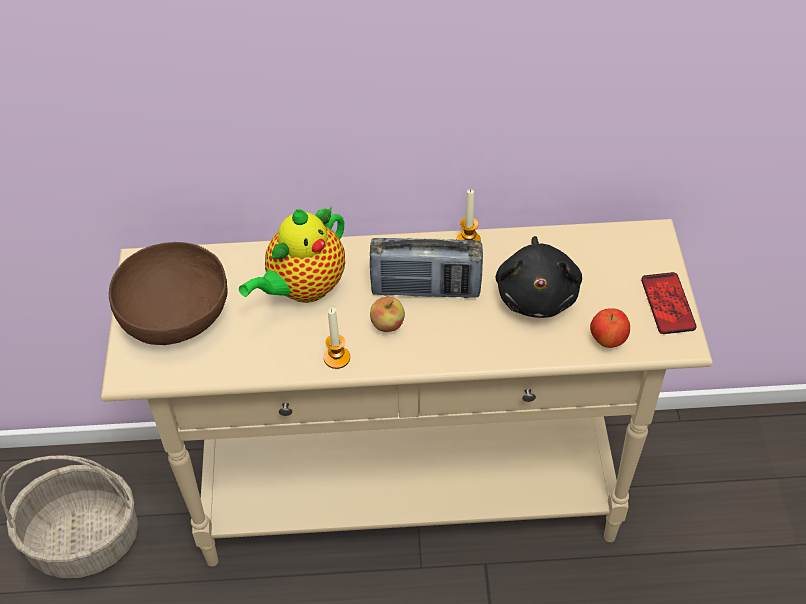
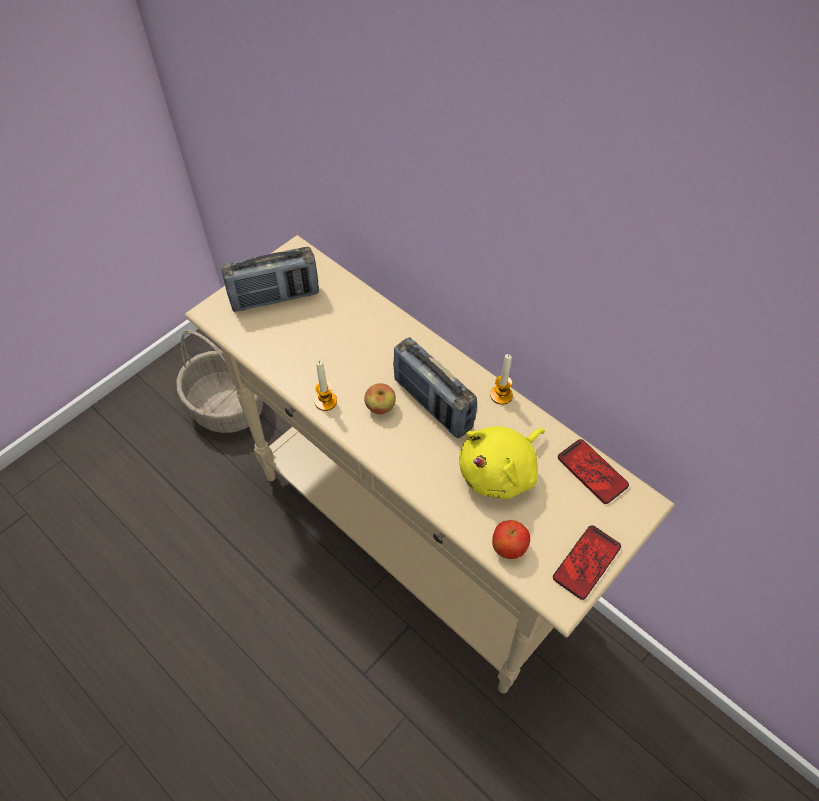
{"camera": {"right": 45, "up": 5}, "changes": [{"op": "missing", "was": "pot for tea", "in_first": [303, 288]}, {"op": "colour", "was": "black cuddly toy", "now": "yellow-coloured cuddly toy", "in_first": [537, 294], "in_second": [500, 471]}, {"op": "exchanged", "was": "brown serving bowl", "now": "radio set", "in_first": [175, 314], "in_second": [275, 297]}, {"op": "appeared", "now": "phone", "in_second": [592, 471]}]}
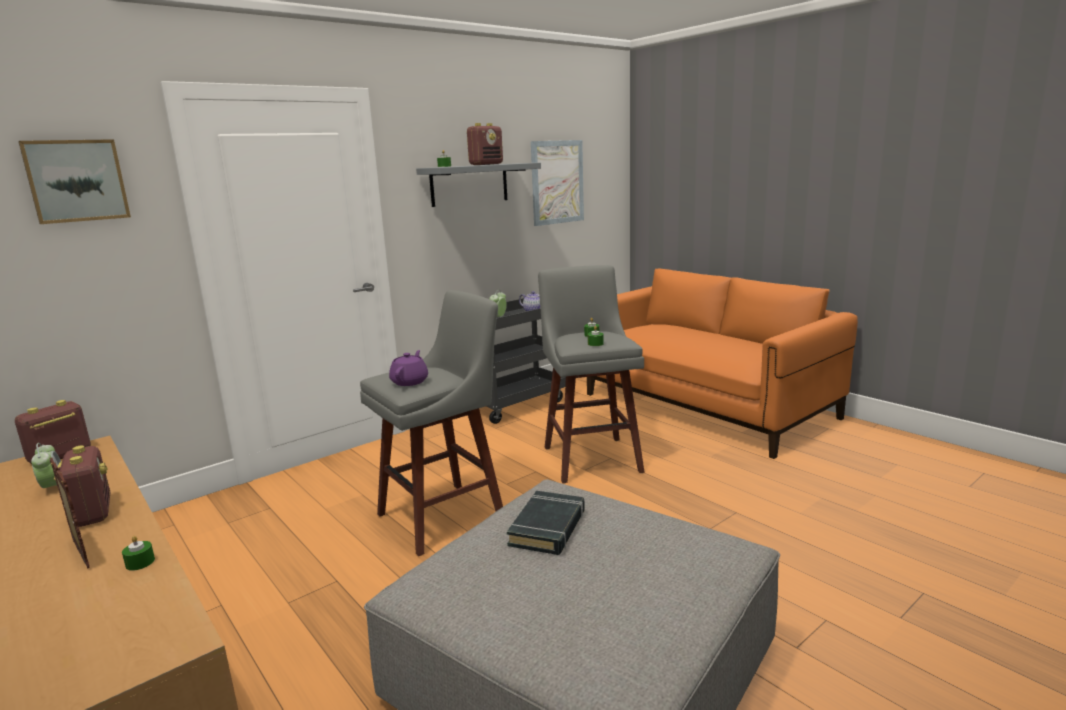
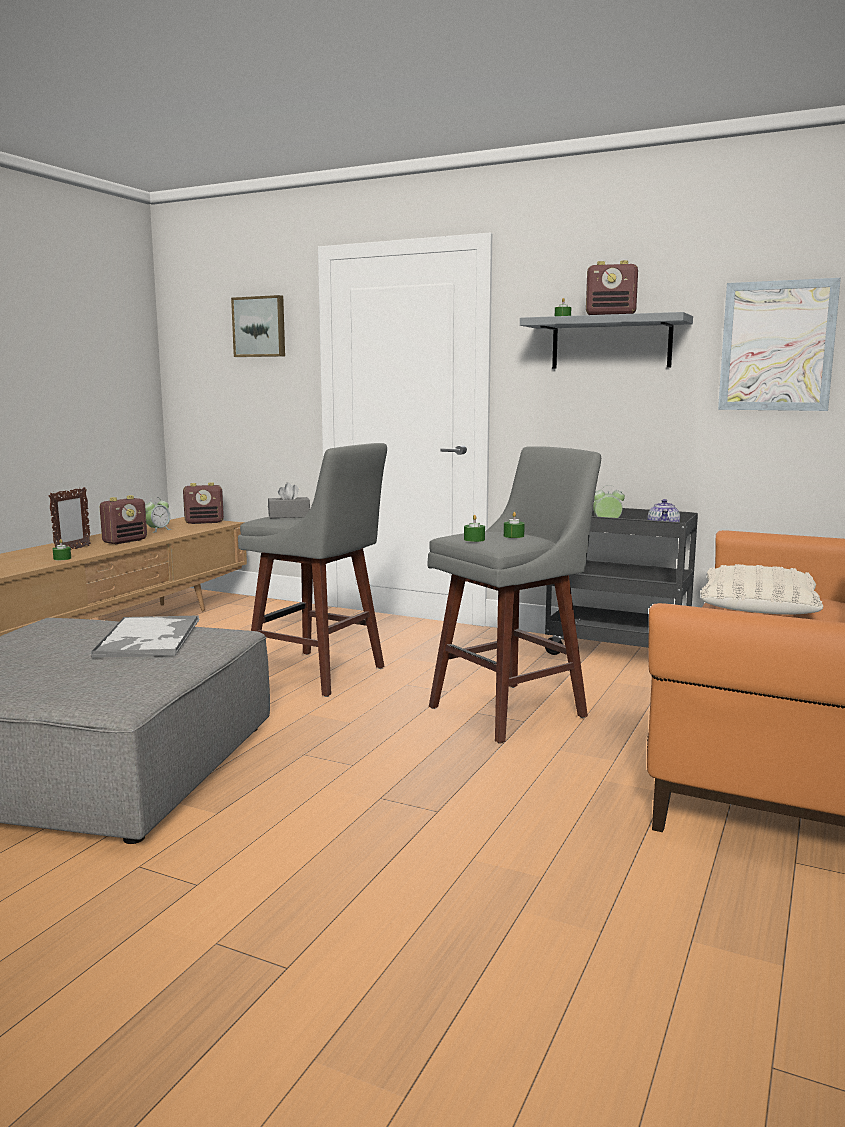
{"camera": {"right": 65, "up": -5}, "changes": [{"op": "exchanged", "was": "purple-coloured pot for tea", "now": "gray box of tissues", "in_first": [410, 381], "in_second": [289, 516]}, {"op": "spun", "was": "radio set", "in_first": [59, 456], "in_second": [204, 522], "clockwise": 150}, {"op": "exchanged", "was": "black bound book", "now": "serving tray", "in_first": [548, 528], "in_second": [148, 639]}, {"op": "appeared", "now": "sand-coloured pillow", "in_second": [758, 605]}]}
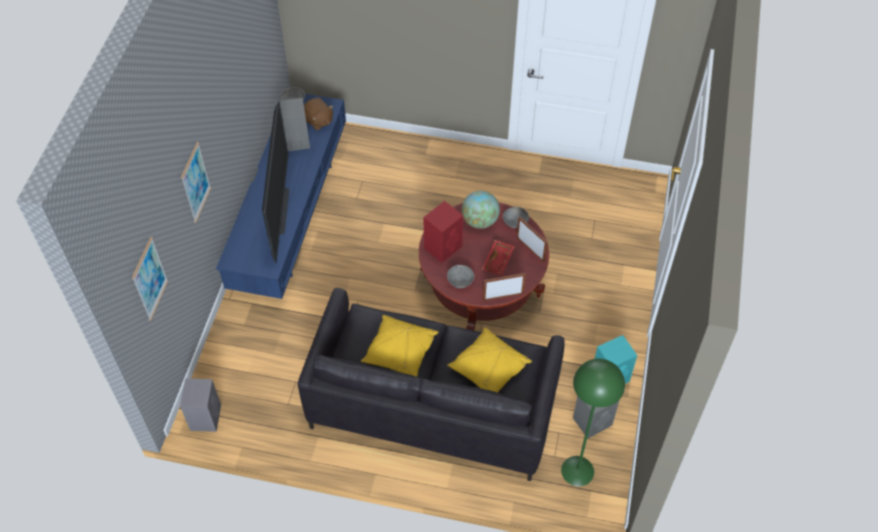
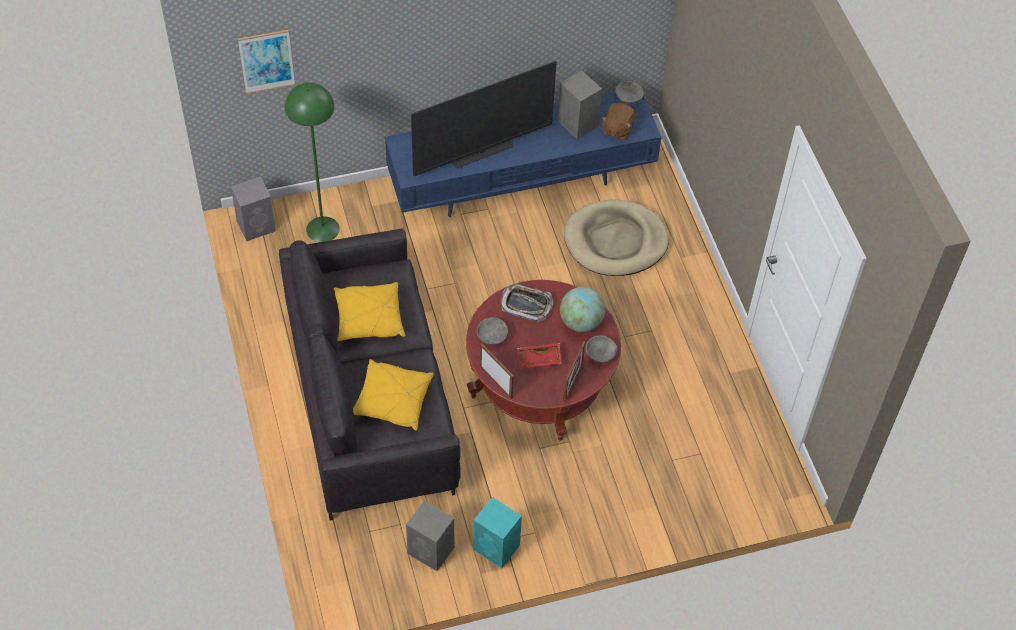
{"camera": {"right": 60, "up": 0}, "changes": [{"op": "missing", "was": "picture", "in_first": [195, 182]}, {"op": "exchanged", "was": "red-coloured loudspeaker", "now": "serving tray", "in_first": [443, 246], "in_second": [526, 304]}, {"op": "relocated", "was": "green standing lamp", "in_first": [577, 471], "in_second": [322, 229]}, {"op": "appeared", "now": "sand-coloured pet bed", "in_second": [615, 241]}]}
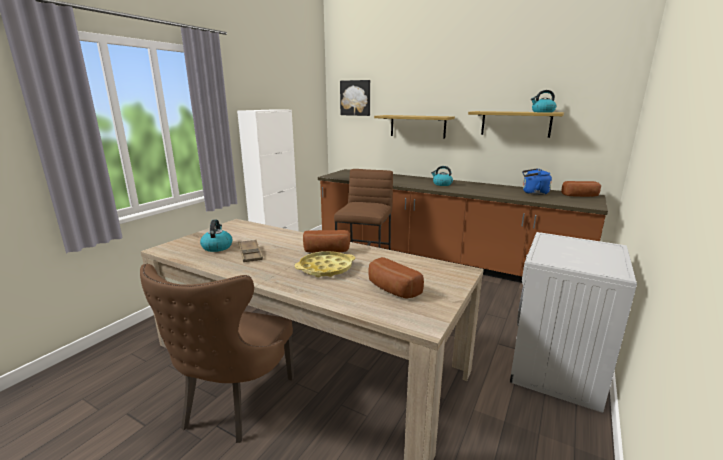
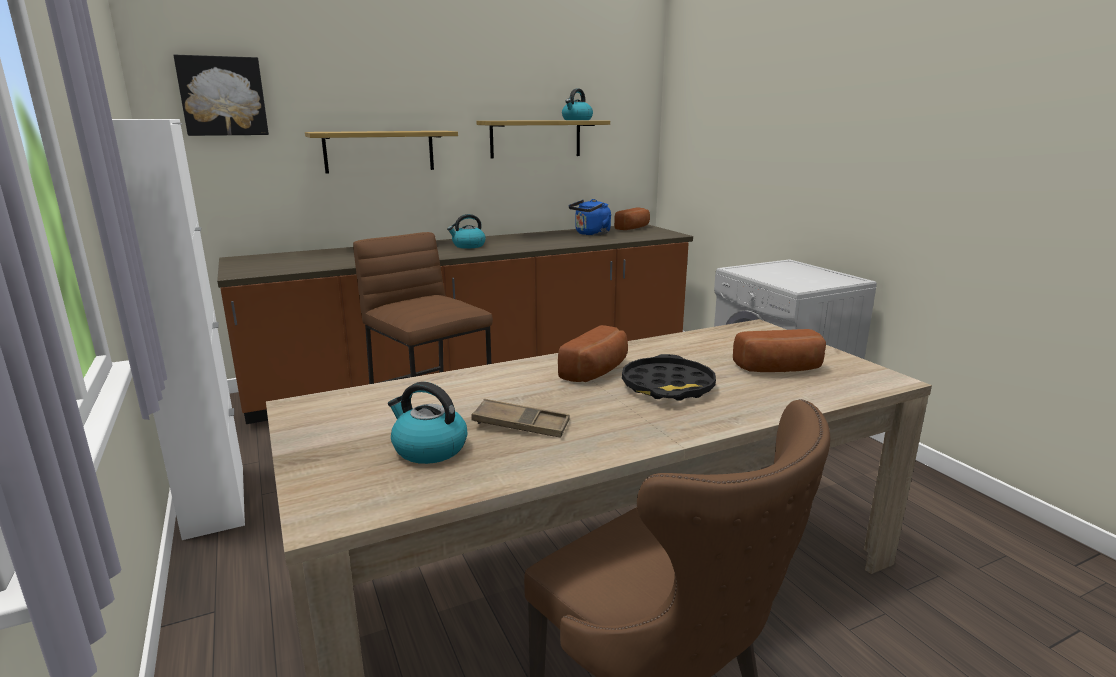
{"camera": {"right": -55, "up": 0}, "changes": [{"op": "colour", "was": "yellow-coloured serving tray", "now": "black serving tray", "in_first": [325, 268], "in_second": [667, 386]}]}
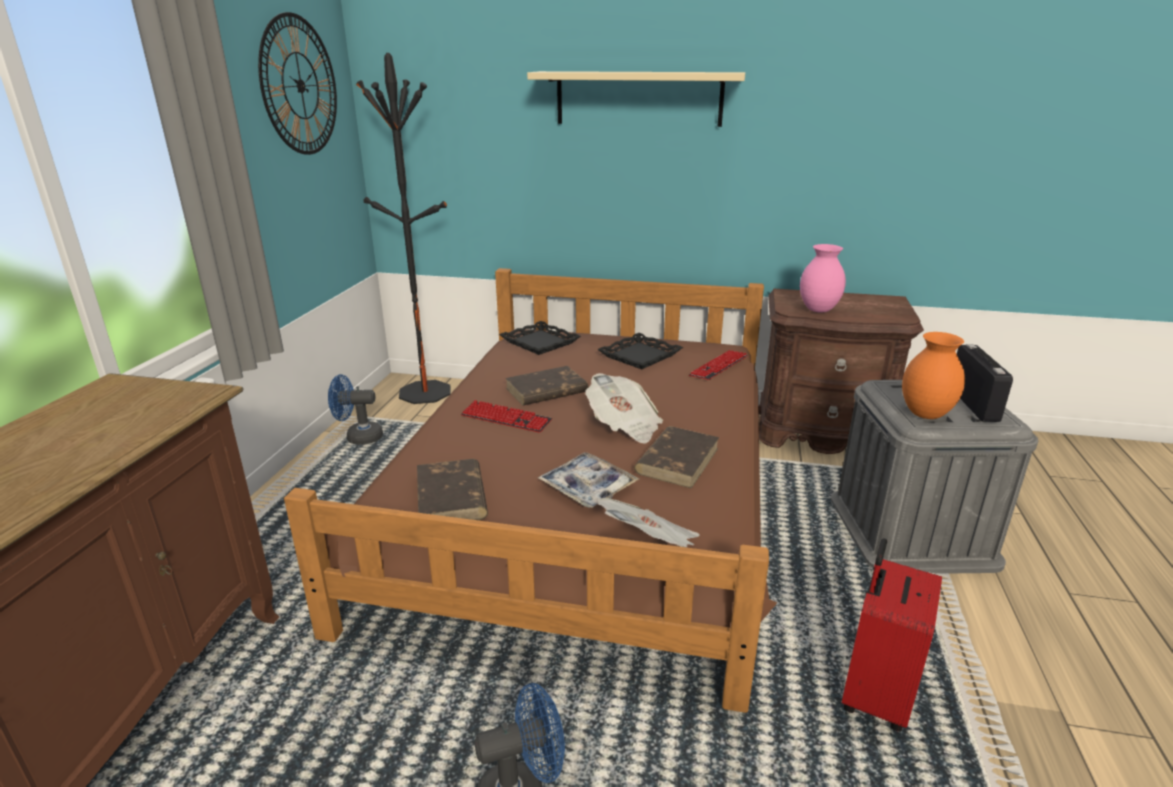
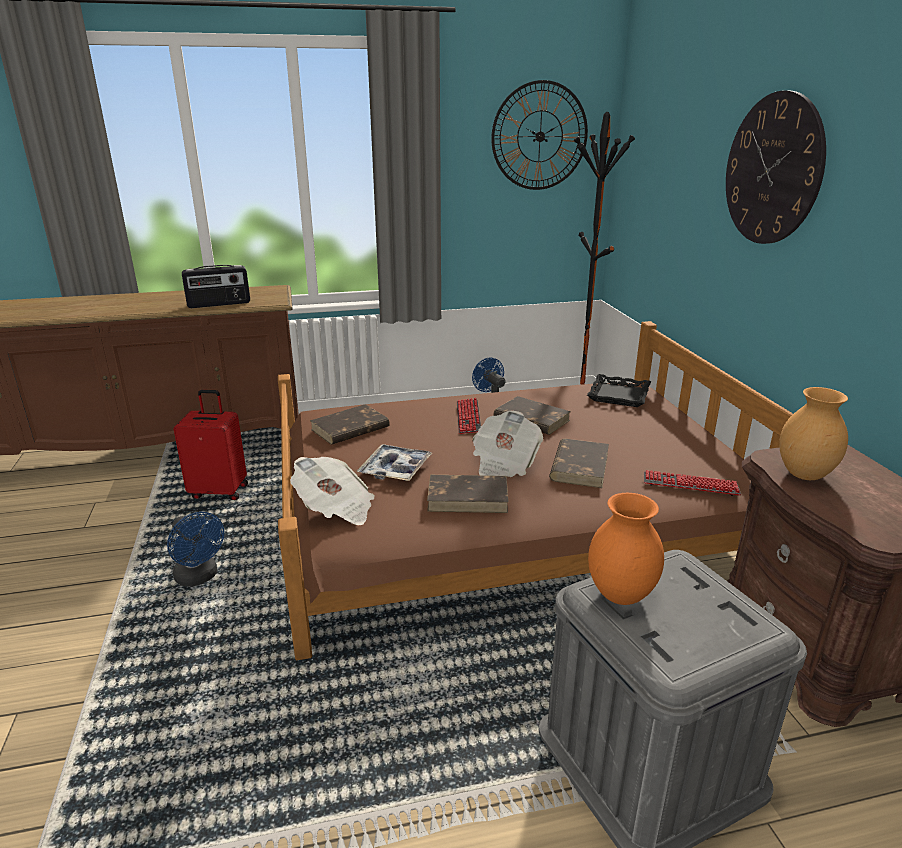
{"camera": {"right": 65, "up": 0}, "changes": [{"op": "exchanged", "was": "sand-coloured wall shelf", "now": "wall clock", "in_first": [638, 98], "in_second": [772, 169]}, {"op": "colour", "was": "pink-coloured decorative vase", "now": "brown decorative vase", "in_first": [819, 310], "in_second": [805, 475]}, {"op": "missing", "was": "black serving tray", "in_first": [640, 356]}, {"op": "relocated", "was": "radio set", "in_first": [974, 404], "in_second": [219, 304]}, {"op": "relocated", "was": "red-coloured piece of luggage", "in_first": [874, 695], "in_second": [220, 491]}, {"op": "appeared", "now": "brown bound book", "in_second": [579, 466]}]}
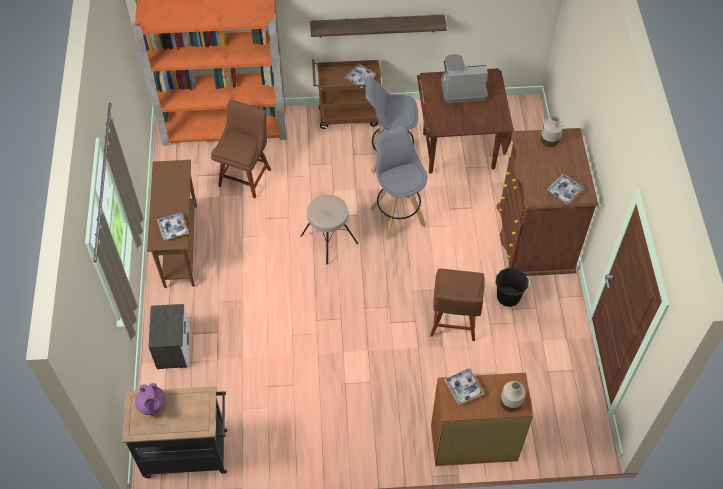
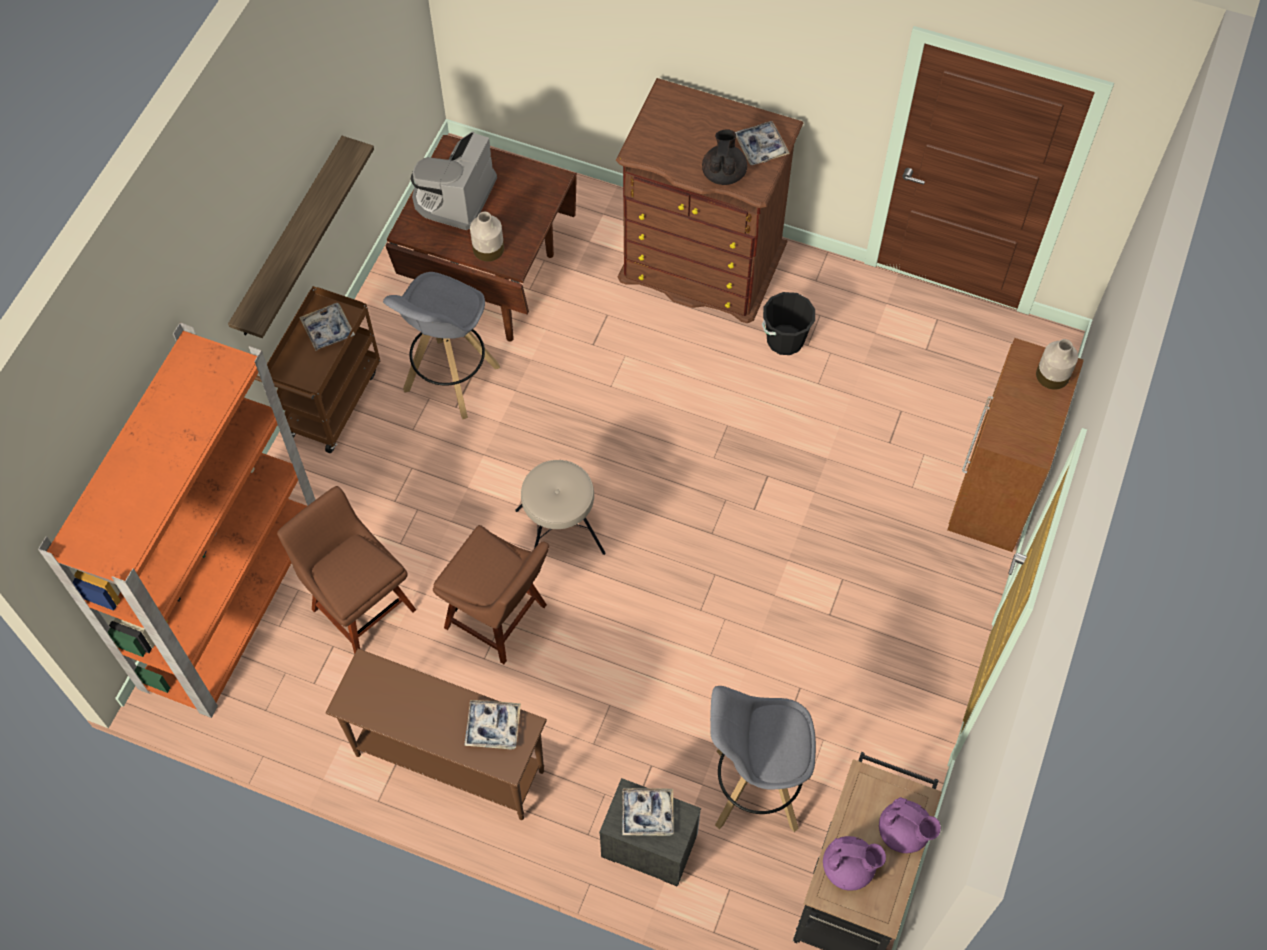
{"camera": {"right": -65, "up": 5}, "changes": [{"op": "relocated", "was": "sand-coloured decorative vase", "in_first": [549, 139], "in_second": [488, 248]}, {"op": "relocated", "was": "gray stool", "in_first": [397, 215], "in_second": [753, 788]}, {"op": "relocated", "was": "brown upright chair", "in_first": [453, 323], "in_second": [500, 619]}, {"op": "relocated", "was": "serving tray", "in_first": [463, 388], "in_second": [647, 814]}, {"op": "appeared", "now": "black pot for tea", "in_second": [723, 173]}, {"op": "appeared", "now": "purple-coloured pot for tea", "in_second": [904, 832]}]}
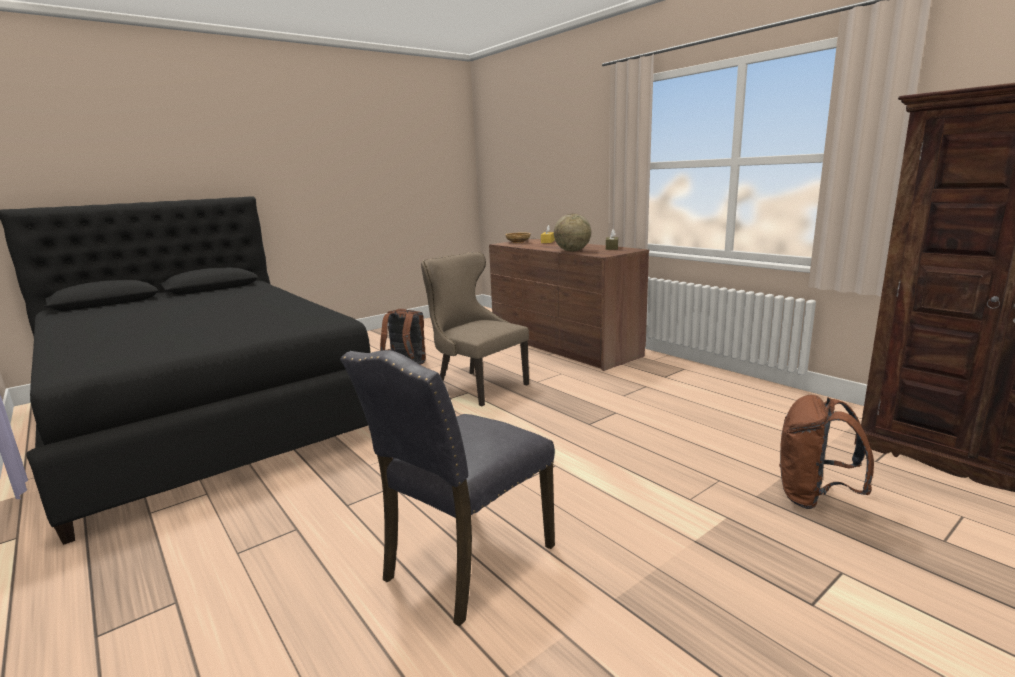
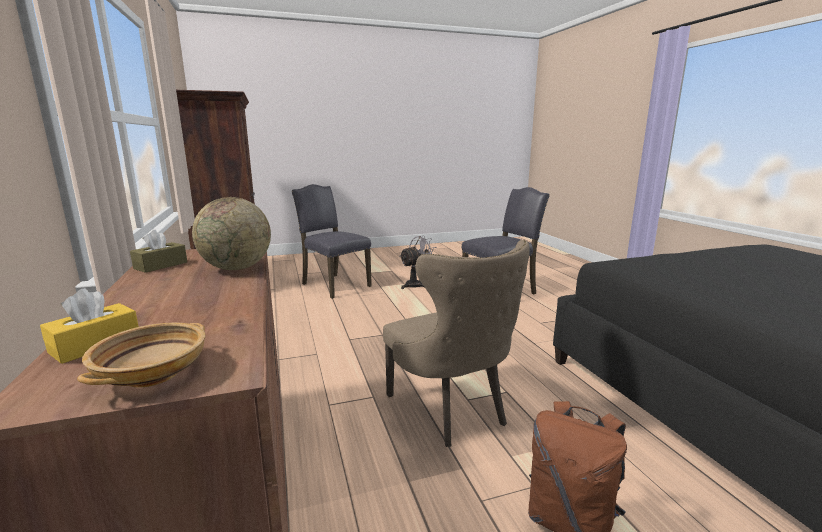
{"camera": {"right": -160, "up": 0}, "changes": [{"op": "exchanged", "was": "brown knapsack", "now": "gray upright chair", "in_first": [813, 497], "in_second": [334, 285]}, {"op": "appeared", "now": "gray fan", "in_second": [417, 285]}]}
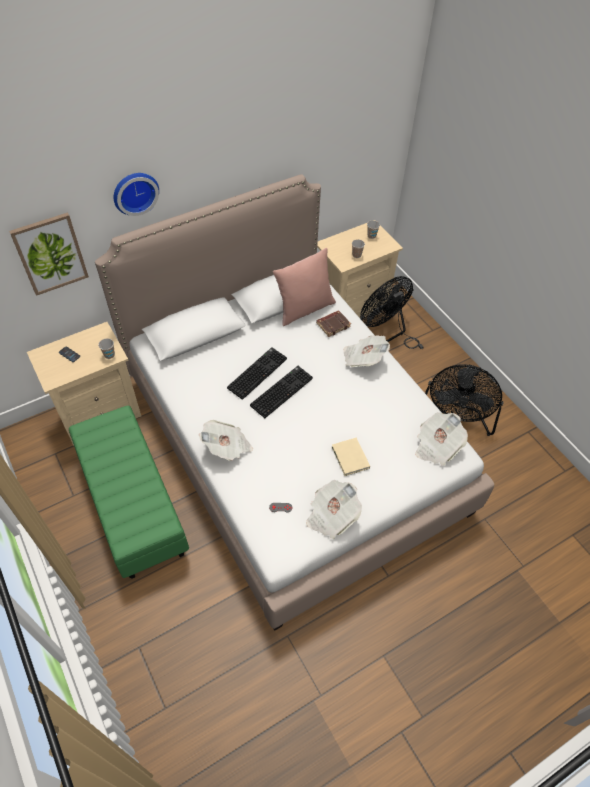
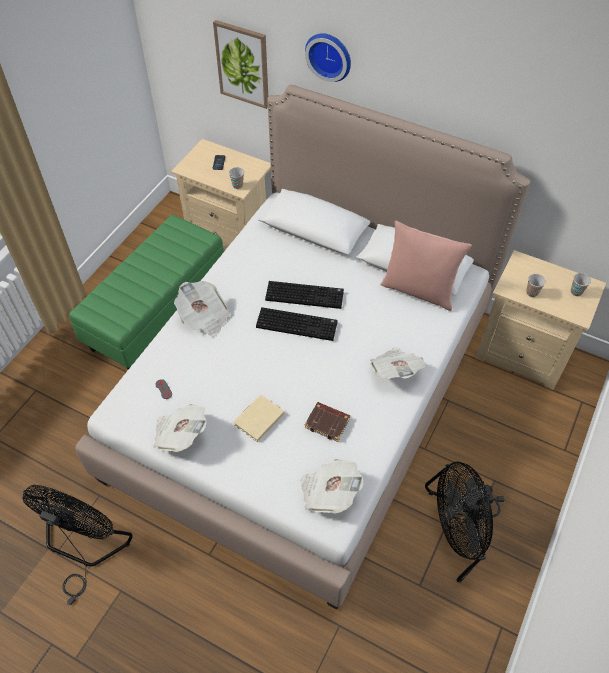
{"camera": {"right": 60, "up": 0}, "changes": [{"op": "relocated", "was": "black fan", "in_first": [387, 332], "in_second": [80, 546]}, {"op": "relocated", "was": "brown bound book", "in_first": [333, 324], "in_second": [328, 423]}]}
